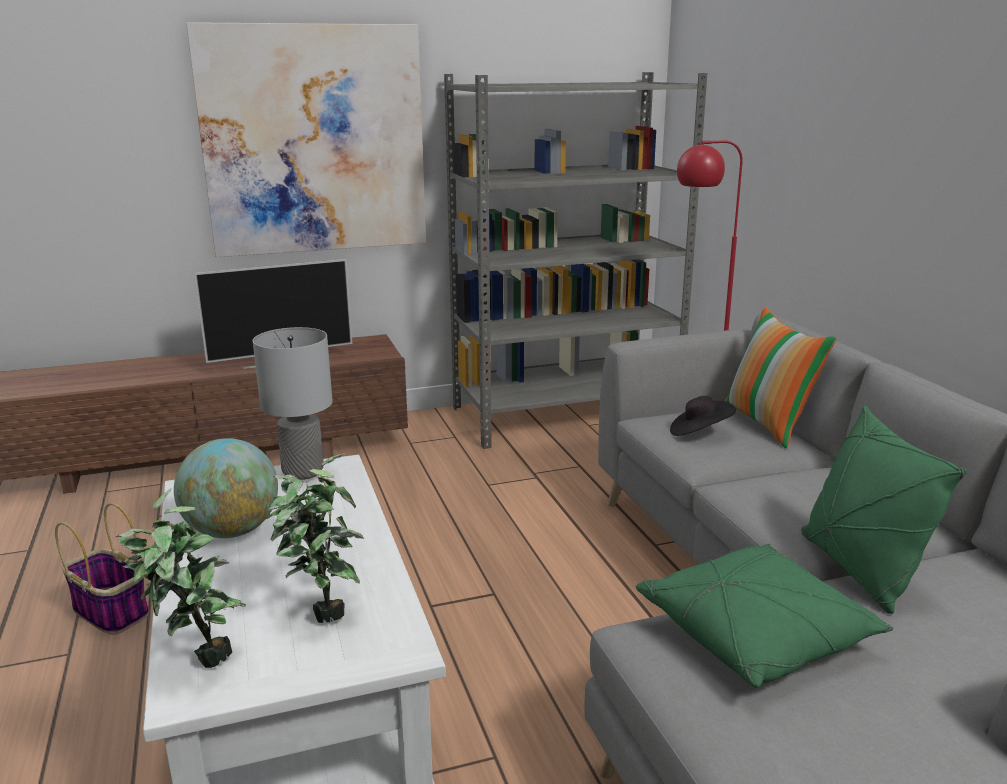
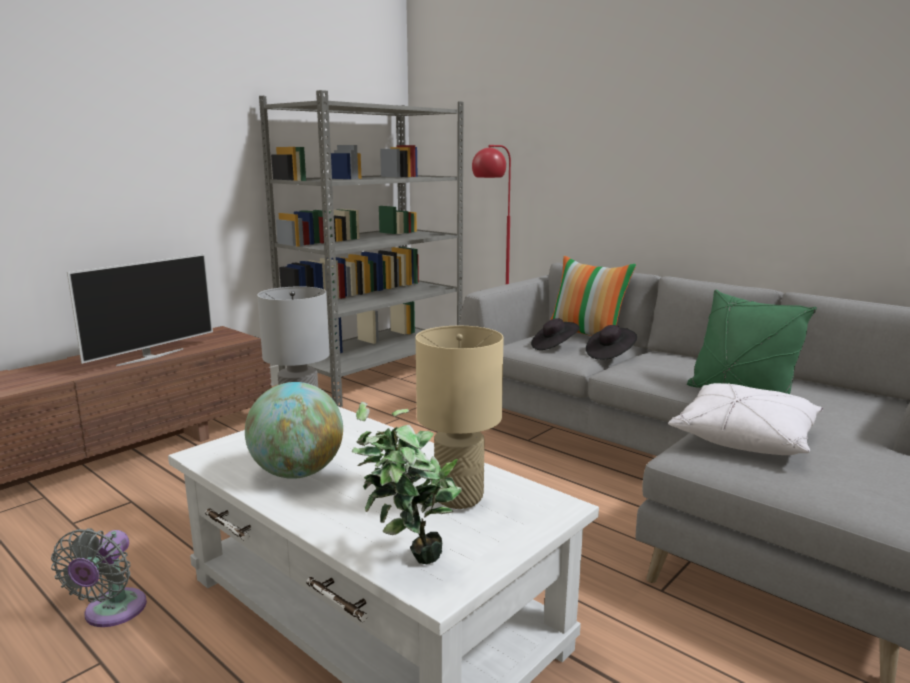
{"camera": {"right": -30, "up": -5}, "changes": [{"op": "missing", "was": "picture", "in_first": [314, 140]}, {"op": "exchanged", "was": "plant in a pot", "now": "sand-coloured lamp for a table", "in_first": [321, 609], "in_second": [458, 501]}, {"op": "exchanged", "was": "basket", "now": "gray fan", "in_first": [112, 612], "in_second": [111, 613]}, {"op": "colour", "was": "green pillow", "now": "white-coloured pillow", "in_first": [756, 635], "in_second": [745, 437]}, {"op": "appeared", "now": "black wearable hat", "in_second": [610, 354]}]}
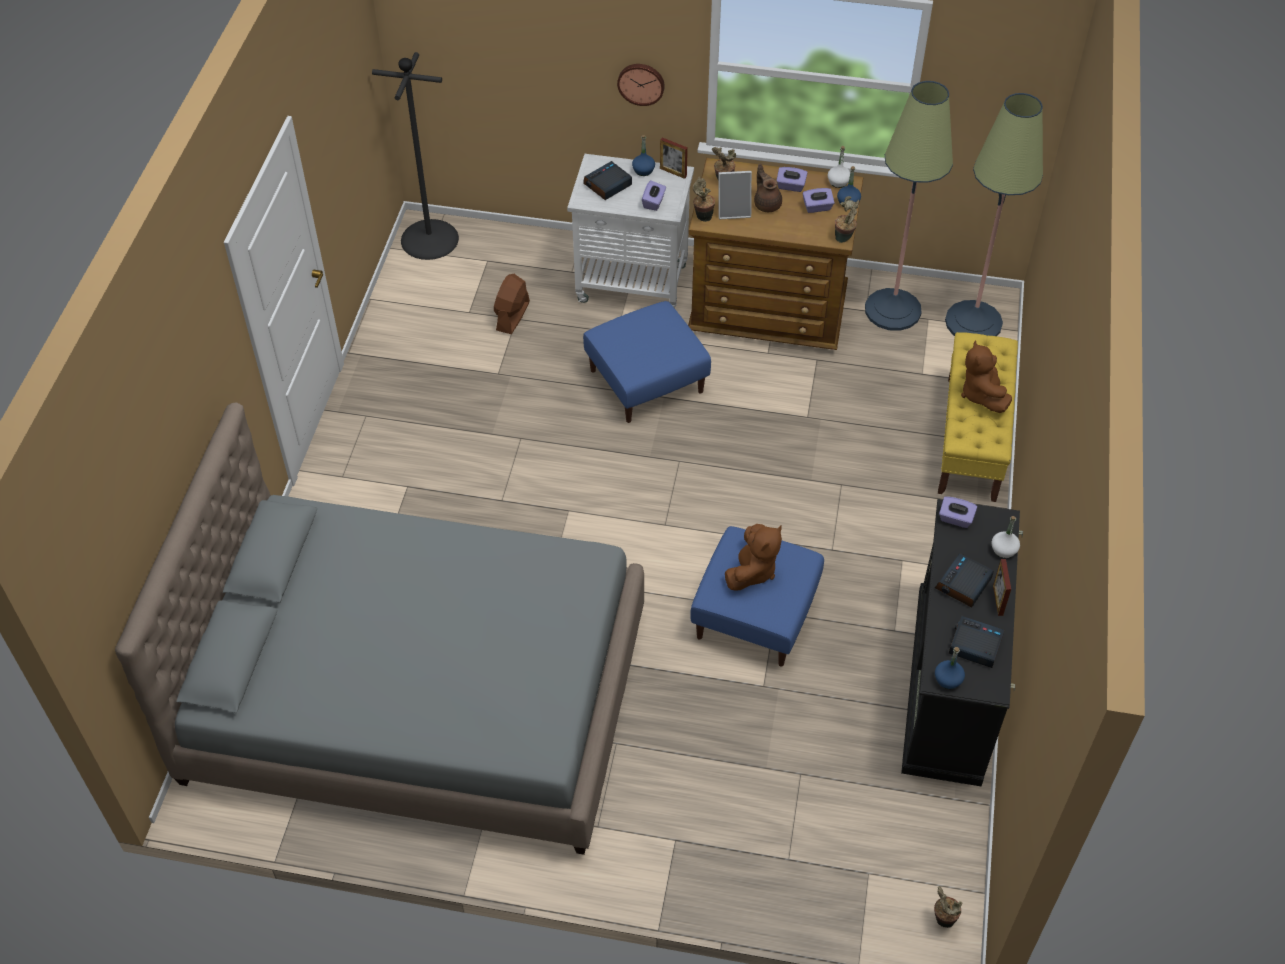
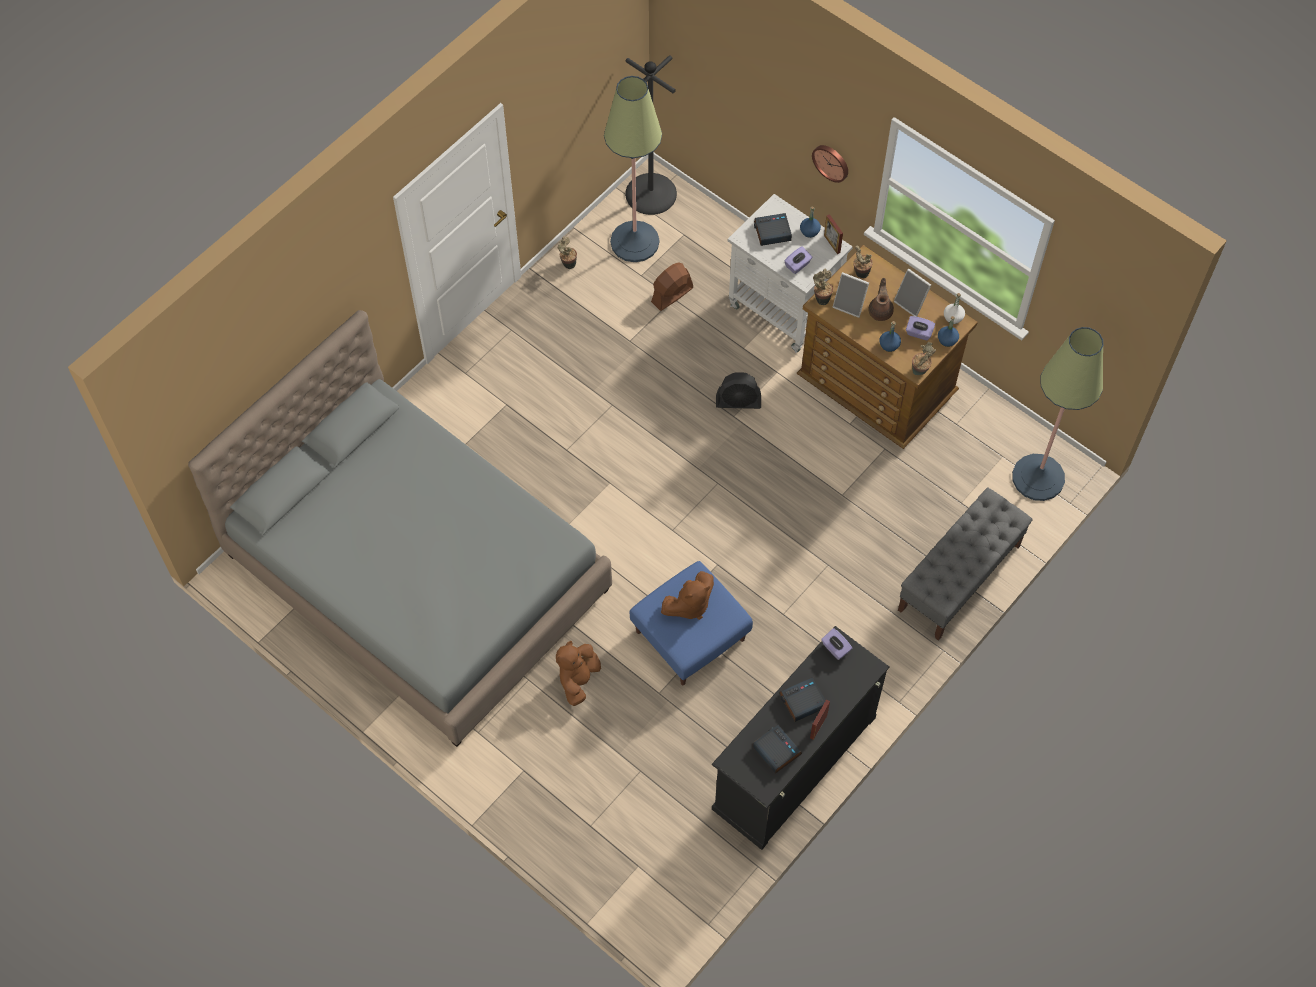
{"camera": {"right": 30, "up": 10}, "changes": [{"op": "relocated", "was": "standing lamp", "in_first": [892, 310], "in_second": [634, 242]}, {"op": "exchanged", "was": "purple-coloured box of tissues", "now": "picture frame", "in_first": [790, 186], "in_second": [911, 303]}, {"op": "exchanged", "was": "blue pouffe", "now": "black fan", "in_first": [647, 380], "in_second": [738, 402]}, {"op": "colour", "was": "yellow-coloured bench", "now": "gray bench", "in_first": [971, 438], "in_second": [959, 578]}, {"op": "relocated", "was": "brown cuddly toy", "in_first": [981, 394], "in_second": [578, 679]}, {"op": "missing", "was": "white-coloured beverage bottle", "in_first": [1003, 549]}, {"op": "relocated", "was": "blue beverage bottle", "in_first": [948, 679], "in_second": [889, 345]}, {"op": "relocated", "was": "plant in a pot", "in_first": [942, 920], "in_second": [568, 264]}]}
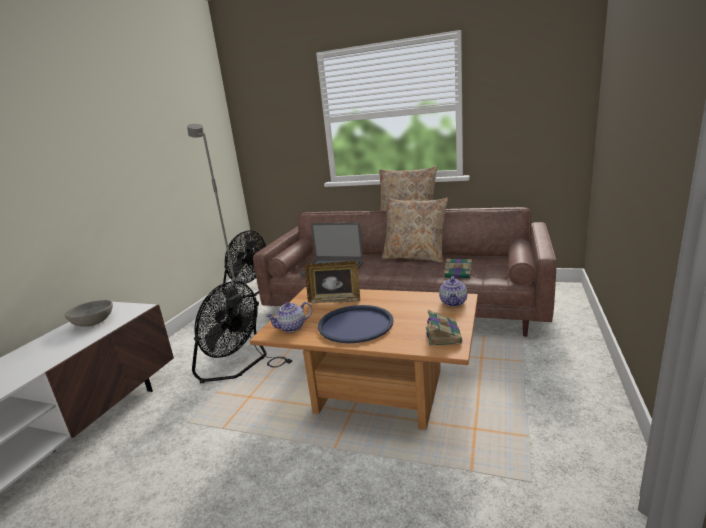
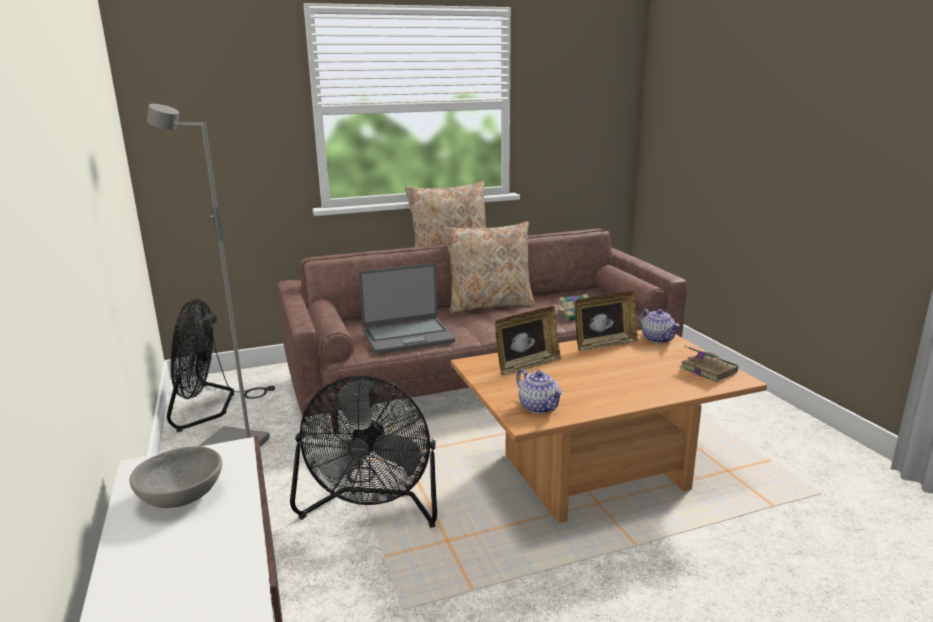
{"camera": {"right": -40, "up": 0}, "changes": [{"op": "spun", "was": "black fan", "in_first": [245, 363], "in_second": [368, 504], "clockwise": -75}, {"op": "spun", "was": "pot for tea", "in_first": [291, 327], "in_second": [539, 407], "clockwise": -60}, {"op": "missing", "was": "blue serving tray", "in_first": [355, 324]}, {"op": "appeared", "now": "picture frame", "in_second": [604, 345]}]}
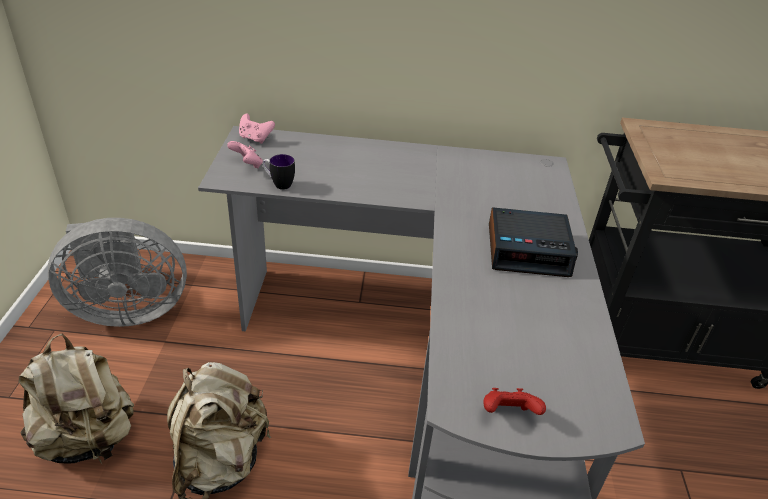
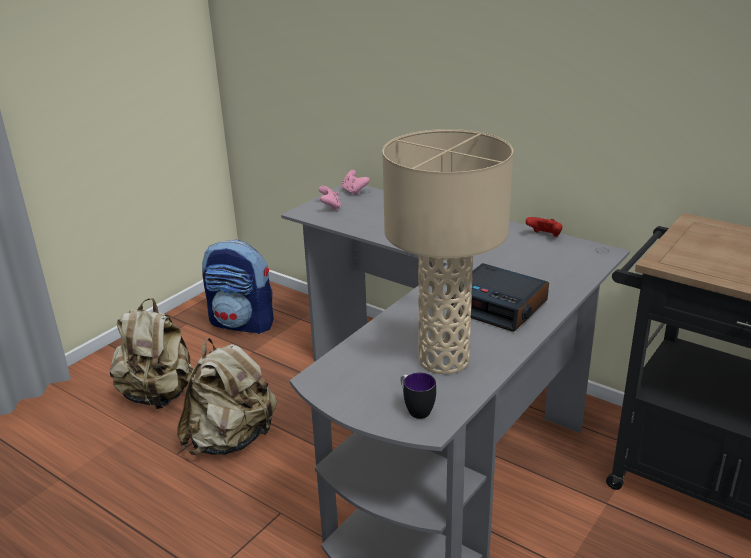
{"camera": {"right": 35, "up": -10}, "changes": [{"op": "relocated", "was": "tea mug", "in_first": [278, 184], "in_second": [415, 409]}, {"op": "exchanged", "was": "gray fan", "now": "knapsack", "in_first": [127, 309], "in_second": [243, 323]}, {"op": "relocated", "was": "red-coloured gamepad", "in_first": [508, 414], "in_second": [544, 236]}, {"op": "appeared", "now": "sand-coloured lamp for a table", "in_second": [444, 360]}]}
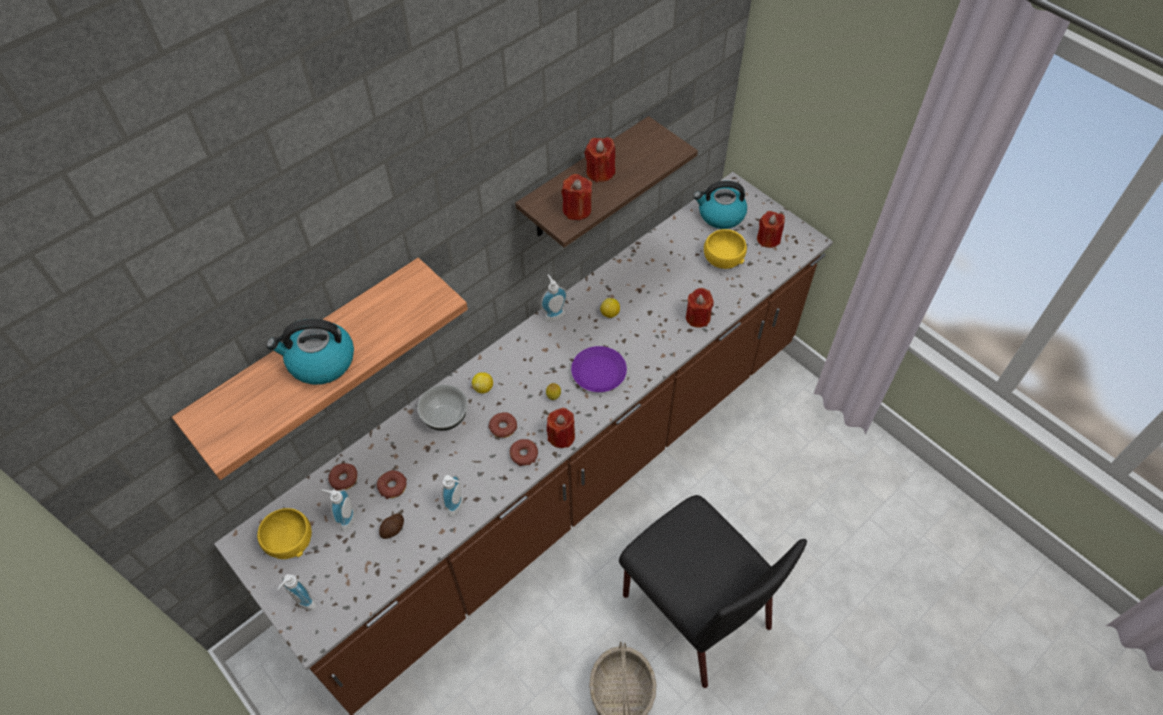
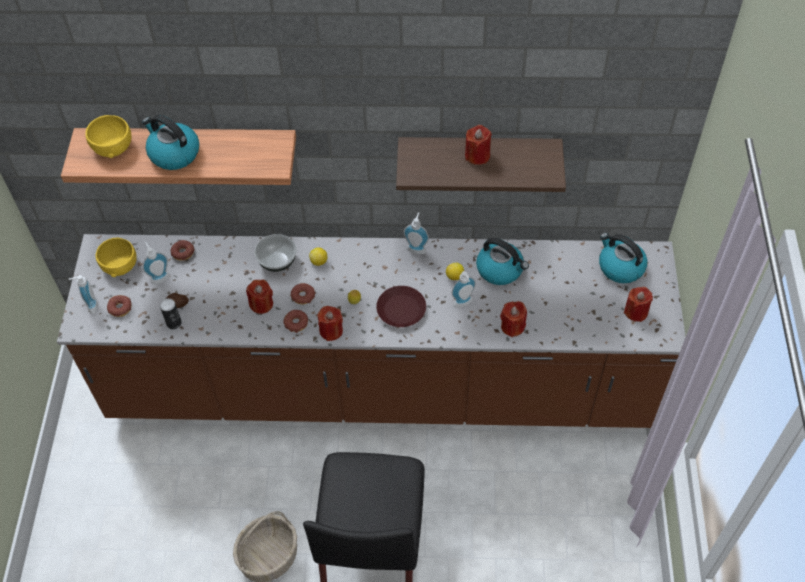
{"camera": {"right": 45, "up": 0}, "changes": [{"op": "relocated", "was": "red-coloured wax light", "in_first": [577, 210], "in_second": [261, 304]}, {"op": "relocated", "was": "yellow-coloured serving bowl", "in_first": [722, 259], "in_second": [112, 146]}, {"op": "colour", "was": "purple-coloured flat dish", "now": "brown flat dish", "in_first": [599, 372], "in_second": [401, 309]}, {"op": "relocated", "was": "doughnut", "in_first": [392, 486], "in_second": [120, 308]}, {"op": "relocated", "was": "soap bottle", "in_first": [458, 507], "in_second": [464, 304]}, {"op": "appeared", "now": "kettle", "in_second": [500, 270]}, {"op": "appeared", "now": "can", "in_second": [174, 323]}]}
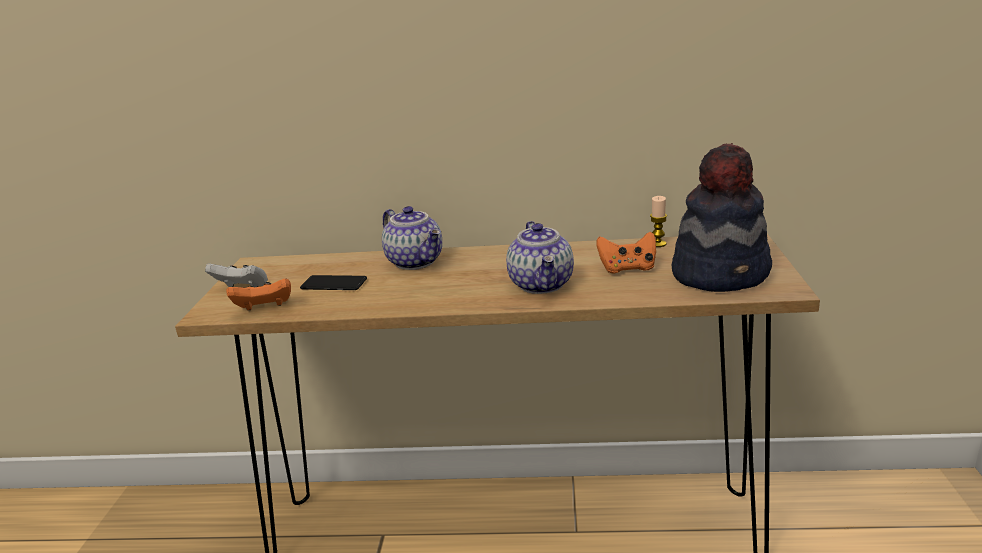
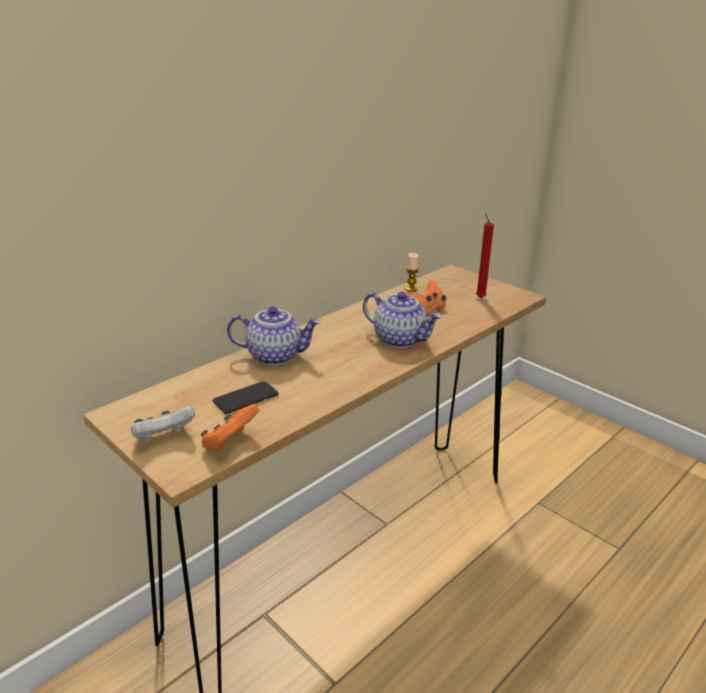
{"camera": {"right": -50, "up": 5}, "changes": [{"op": "exchanged", "was": "wearable hat", "now": "red-coloured wax light", "in_first": [721, 274], "in_second": [479, 297]}]}
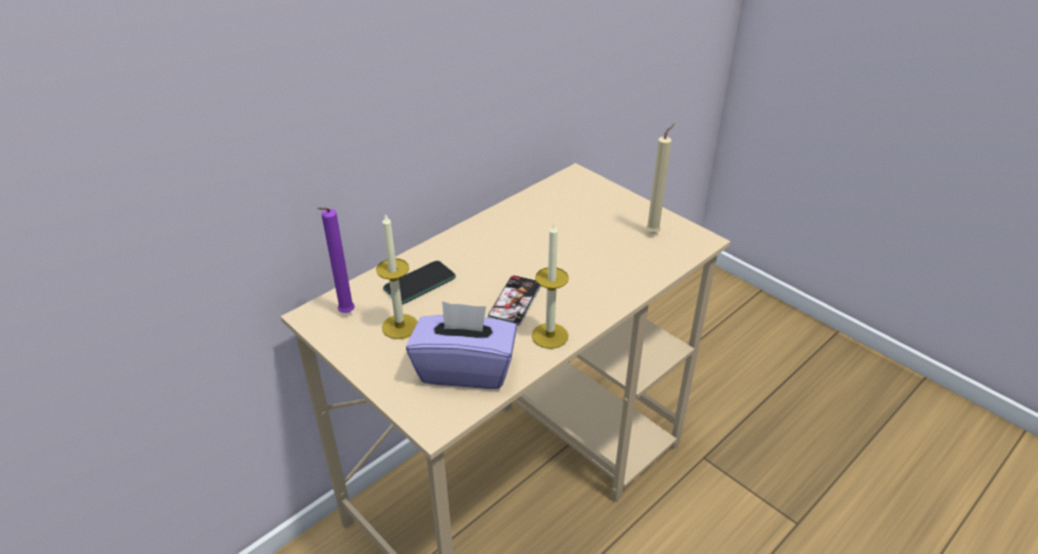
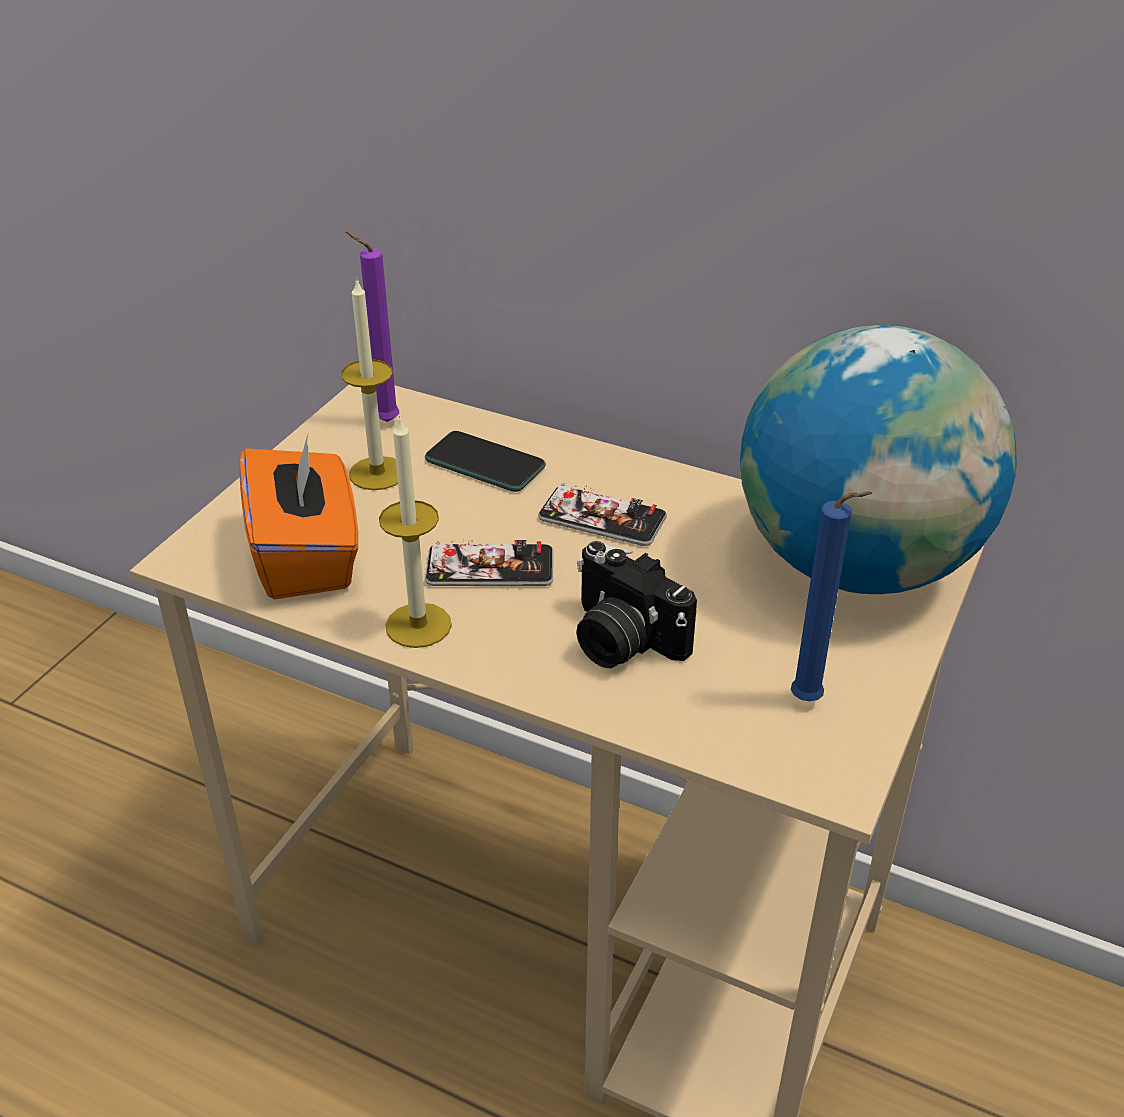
{"camera": {"right": 70, "up": 0}, "changes": [{"op": "colour", "was": "sand-coloured wax light", "now": "blue wax light", "in_first": [654, 232], "in_second": [811, 702]}, {"op": "colour", "was": "purple-coloured box of tissues", "now": "orange-coloured box of tissues", "in_first": [465, 369], "in_second": [307, 556]}, {"op": "appeared", "now": "desk globe", "in_second": [857, 564]}, {"op": "appeared", "now": "phone", "in_second": [602, 518]}, {"op": "appeared", "now": "still camera", "in_second": [621, 640]}]}
